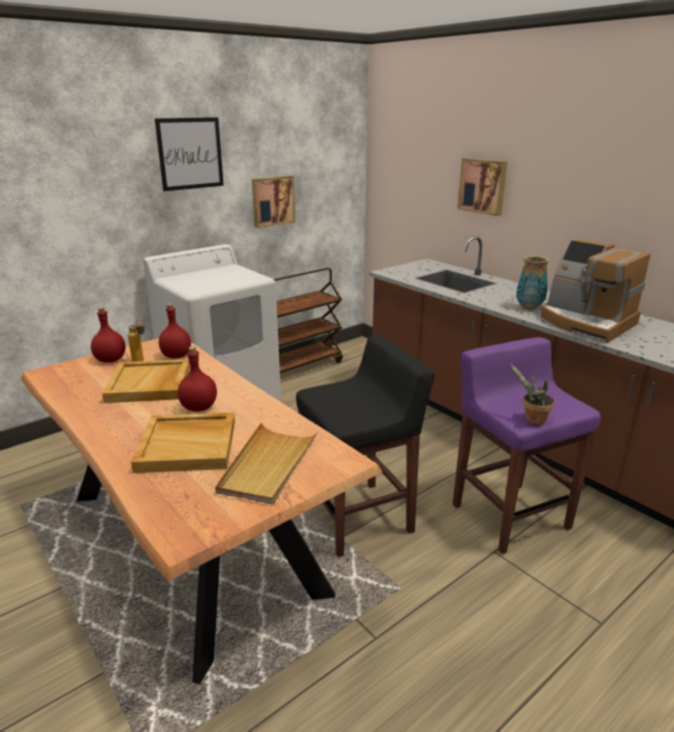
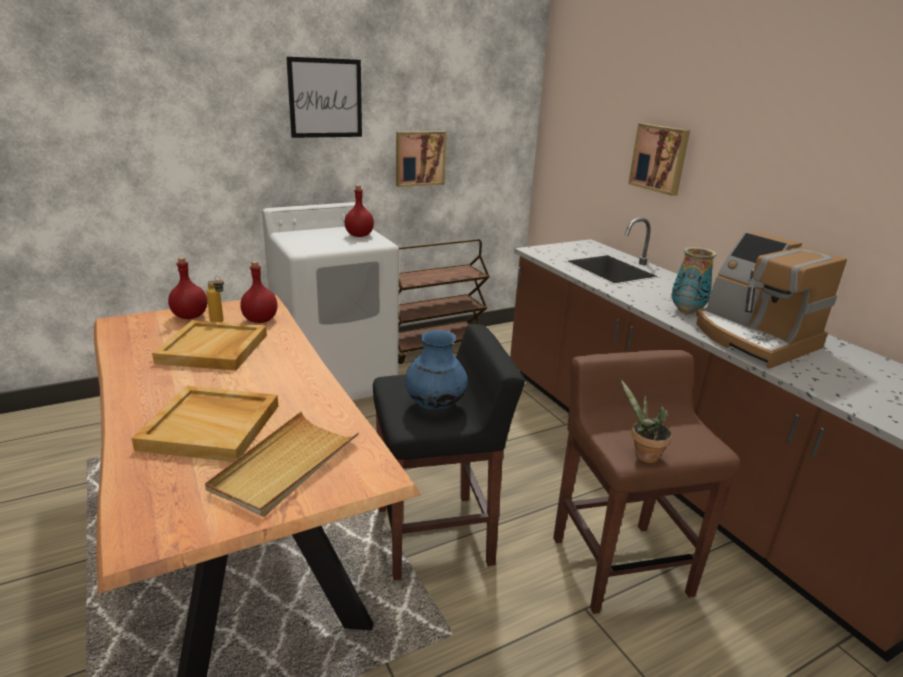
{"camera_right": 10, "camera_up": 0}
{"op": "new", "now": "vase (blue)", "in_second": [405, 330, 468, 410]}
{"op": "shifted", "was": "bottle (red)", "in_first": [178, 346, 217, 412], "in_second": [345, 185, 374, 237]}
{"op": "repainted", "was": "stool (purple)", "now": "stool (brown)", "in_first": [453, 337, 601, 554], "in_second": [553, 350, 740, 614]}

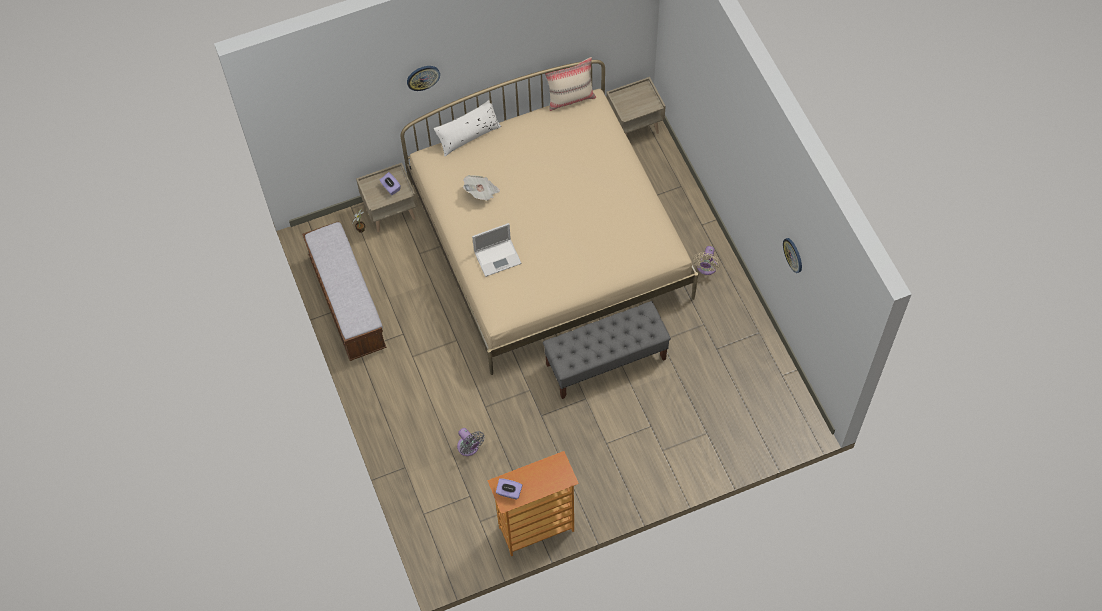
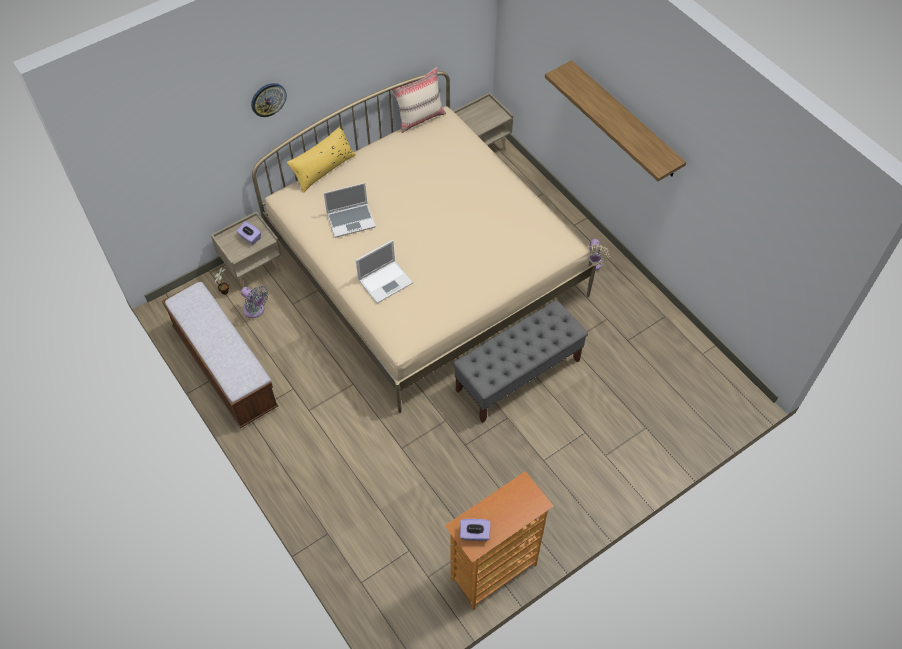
{"camera_right": -15, "camera_up": -5}
{"op": "gone", "was": "wall clock", "in_first": [783, 238, 802, 273]}
{"op": "new", "now": "shelf", "in_second": [545, 60, 686, 181]}
{"op": "shifted", "was": "fan (grey)", "in_first": [457, 428, 485, 456], "in_second": [241, 286, 268, 318]}
{"op": "swapped", "was": "newspaper", "now": "laptop", "in_first": [463, 175, 500, 201], "in_second": [324, 183, 376, 238]}
{"op": "repainted", "was": "pillow (white)", "now": "pillow (yellow)", "in_first": [434, 100, 501, 156], "in_second": [287, 125, 356, 193]}

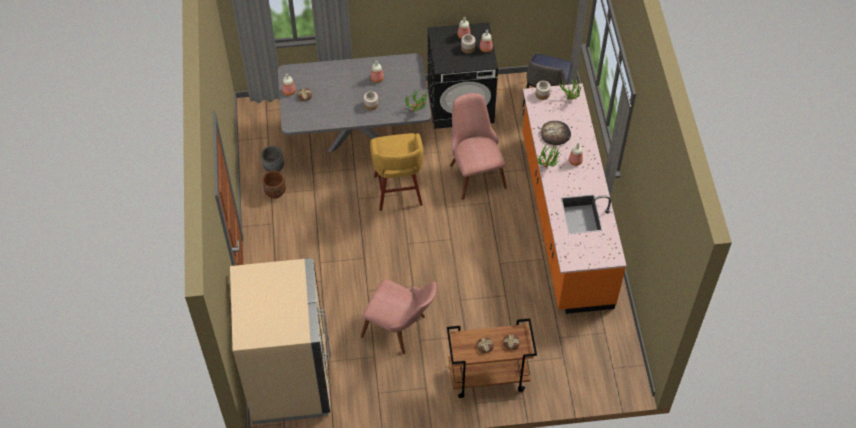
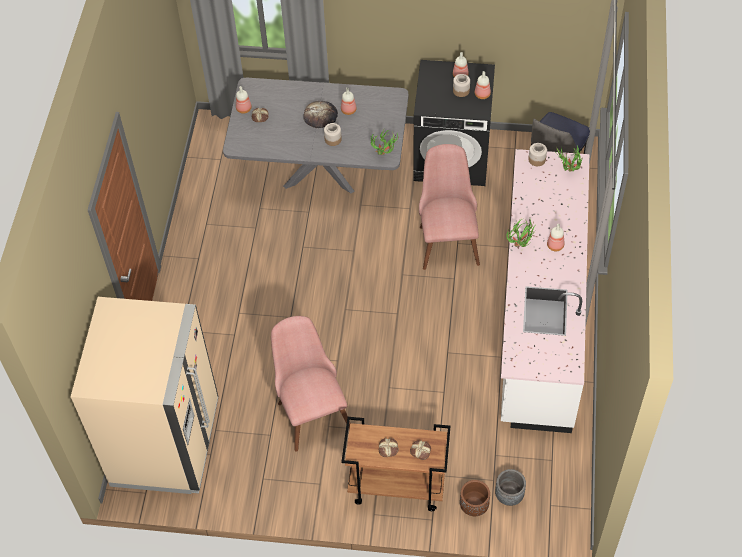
{"camera_right": 15, "camera_up": 0}
{"op": "gone", "was": "stool (yellow)", "in_first": [370, 133, 423, 211]}
{"op": "shifted", "was": "planter (grey)", "in_first": [261, 146, 284, 172], "in_second": [495, 469, 526, 506]}
{"op": "shifted", "was": "planter (brown)", "in_first": [262, 171, 286, 198], "in_second": [460, 480, 490, 516]}
{"op": "shifted", "was": "bread", "in_first": [541, 121, 571, 145], "in_second": [303, 101, 338, 128]}
{"op": "repainted", "was": "counter (orange)", "now": "counter (white)", "in_first": [523, 83, 627, 314], "in_second": [501, 149, 589, 433]}
{"op": "rotated", "was": "chair (pink)", "in_first": [361, 279, 437, 354], "in_second": [271, 316, 350, 451], "clockwise": -150}

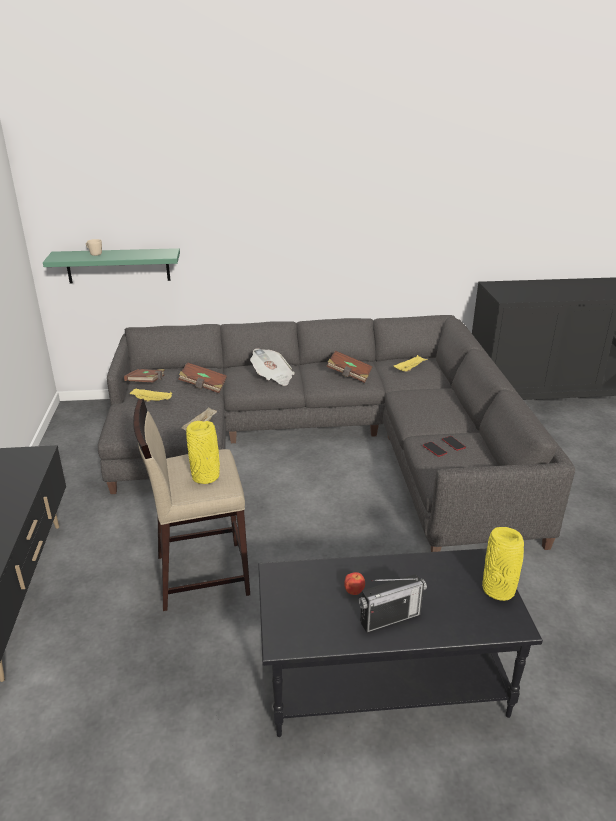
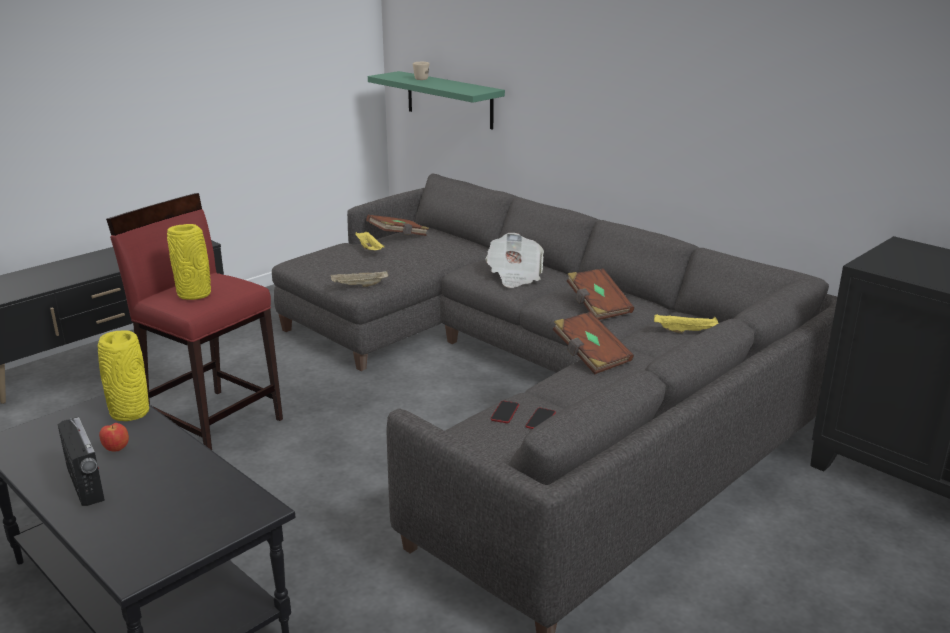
{"camera_right": 50, "camera_up": -5}
{"op": "shifted", "was": "book (brown)", "in_first": [178, 362, 227, 393], "in_second": [553, 312, 634, 374]}
{"op": "shifted", "was": "vase (yellow)", "in_first": [482, 527, 524, 601], "in_second": [97, 331, 149, 421]}
{"op": "repainted", "was": "stool (beige)", "now": "stool (red)", "in_first": [133, 399, 250, 611], "in_second": [106, 193, 283, 450]}
{"op": "rotated", "was": "radio", "in_first": [359, 574, 427, 633], "in_second": [58, 417, 105, 506], "clockwise": -150}

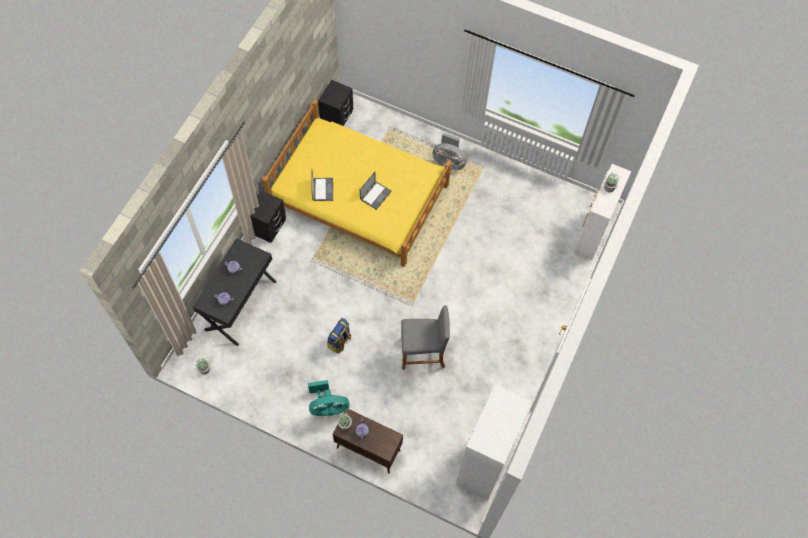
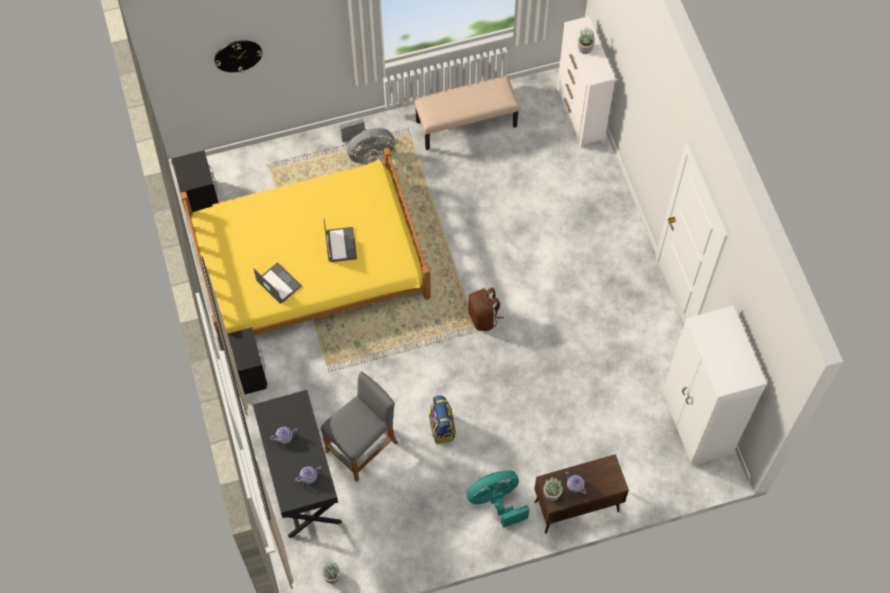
{"camera_right": -40, "camera_up": 0}
{"op": "new", "now": "wall clock", "in_second": [214, 40, 262, 73]}
{"op": "new", "now": "bench (beige)", "in_second": [414, 76, 520, 150]}
{"op": "new", "now": "backpack (brown)", "in_second": [468, 288, 504, 331]}
{"op": "shifted", "was": "stool (grey)", "in_first": [401, 305, 450, 370], "in_second": [321, 371, 398, 482]}
{"op": "rotated", "was": "fan (turquoise)", "in_first": [308, 380, 350, 416], "in_second": [466, 470, 530, 528], "clockwise": -150}

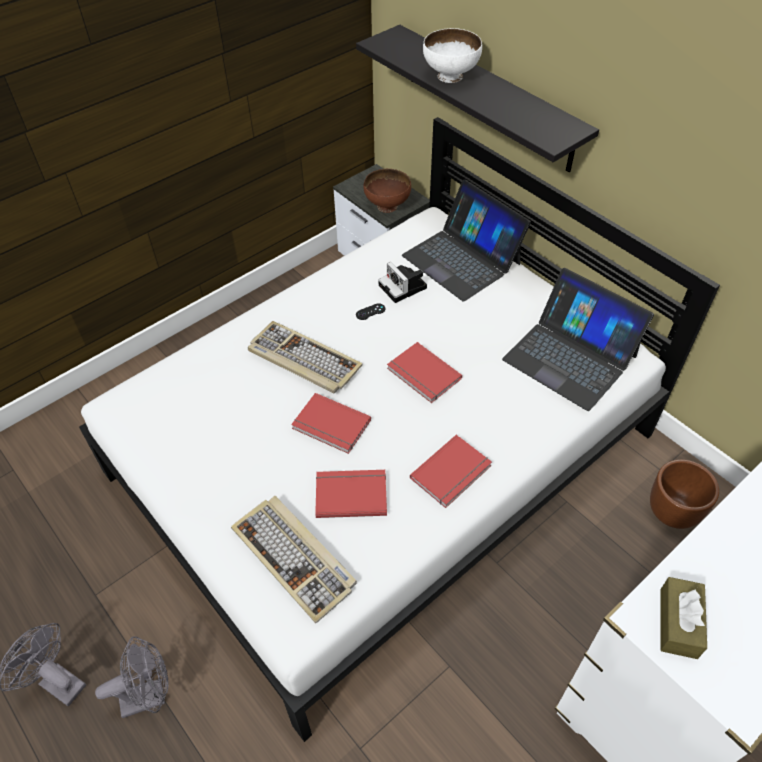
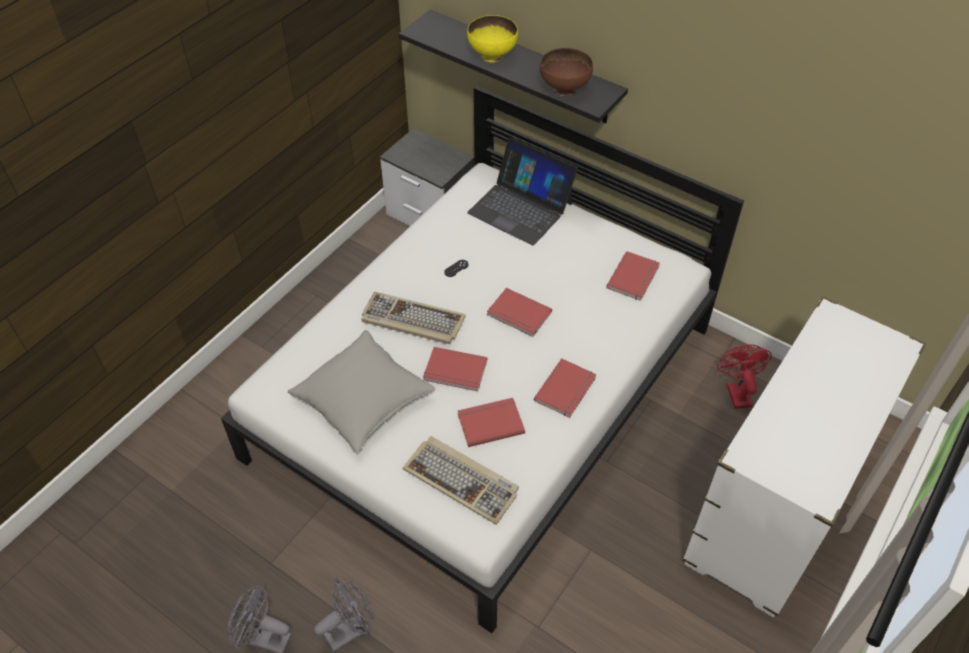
{"camera_right": -15, "camera_up": 0}
{"op": "gone", "was": "photo camera", "in_first": [378, 262, 427, 303]}
{"op": "gone", "was": "tissue box (brown)", "in_first": [660, 577, 707, 659]}
{"op": "new", "now": "pillow (grey)", "in_second": [288, 330, 435, 453]}
{"op": "shifted", "was": "bowl (brown)", "in_first": [363, 169, 411, 213], "in_second": [540, 48, 593, 97]}
{"op": "swapped", "was": "laptop", "now": "book (red)", "in_first": [502, 268, 654, 411], "in_second": [606, 251, 660, 301]}
{"op": "swapped", "was": "planter (brown)", "now": "fan (red)", "in_first": [650, 459, 719, 529], "in_second": [717, 344, 772, 409]}
{"op": "repainted", "was": "bowl (white)", "now": "bowl (yellow)", "in_first": [423, 28, 482, 83], "in_second": [467, 15, 518, 63]}

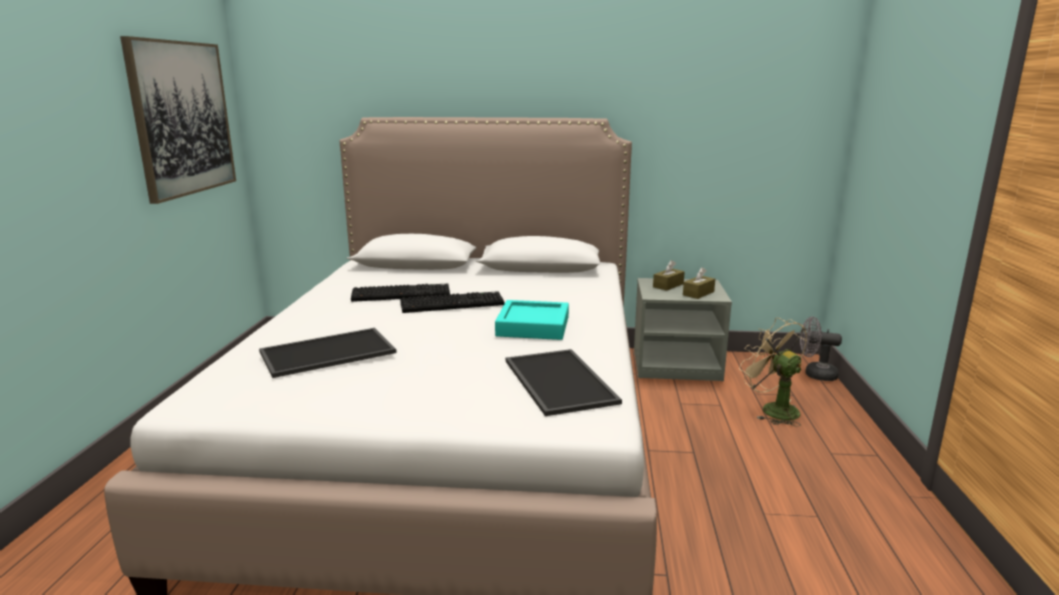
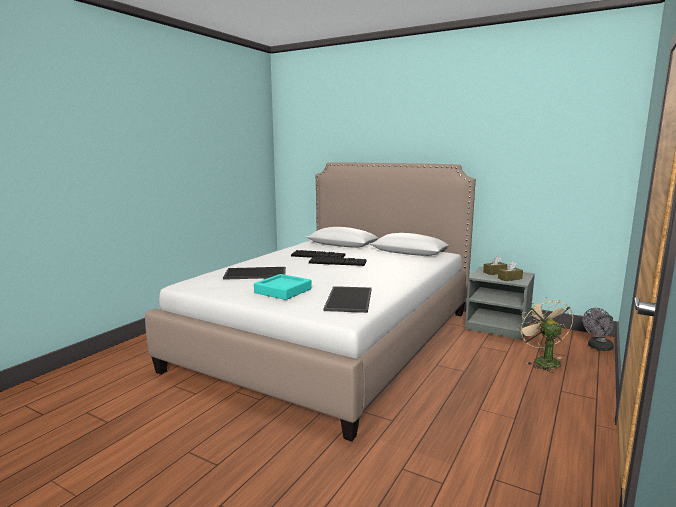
{"camera_right": 25, "camera_up": -5}
{"op": "gone", "was": "picture", "in_first": [120, 36, 236, 204]}
{"op": "shifted", "was": "tray (turquoise)", "in_first": [495, 300, 569, 340], "in_second": [254, 274, 312, 300]}
{"op": "rotated", "was": "fan (grey)", "in_first": [800, 317, 842, 381], "in_second": [583, 308, 614, 351], "clockwise": -75}

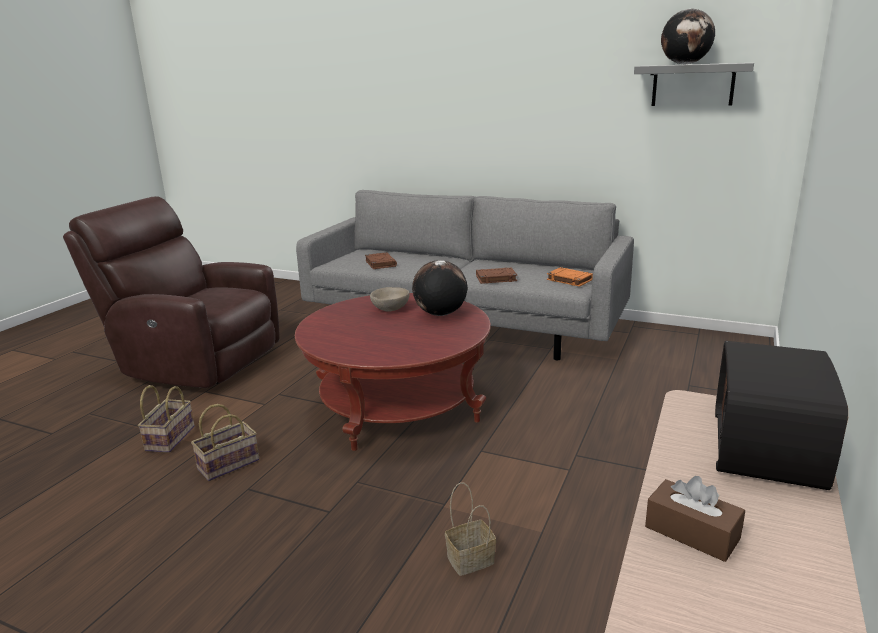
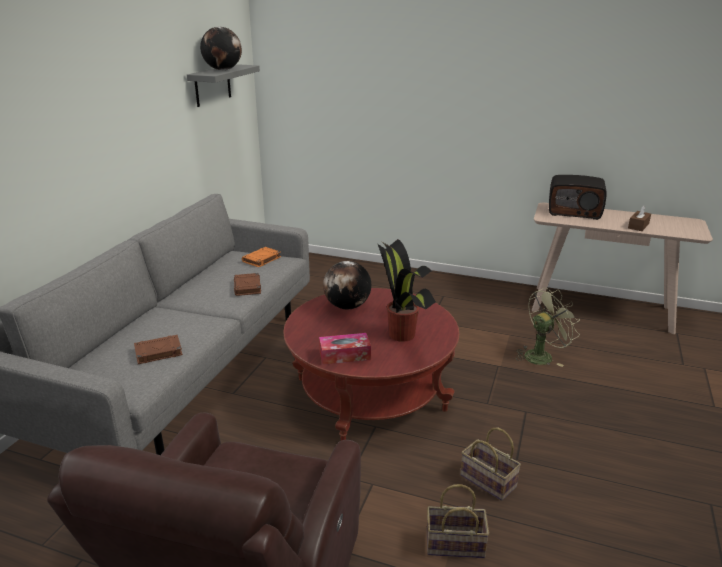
{"camera_right": -95, "camera_up": 5}
{"op": "gone", "was": "bowl (beige)", "in_first": [370, 287, 410, 312]}
{"op": "new", "now": "tissue box", "in_second": [319, 333, 371, 365]}
{"op": "new", "now": "potted plant", "in_second": [378, 239, 436, 342]}
{"op": "swapped", "was": "basket", "now": "fan (green)", "in_first": [445, 482, 496, 576], "in_second": [516, 288, 580, 367]}

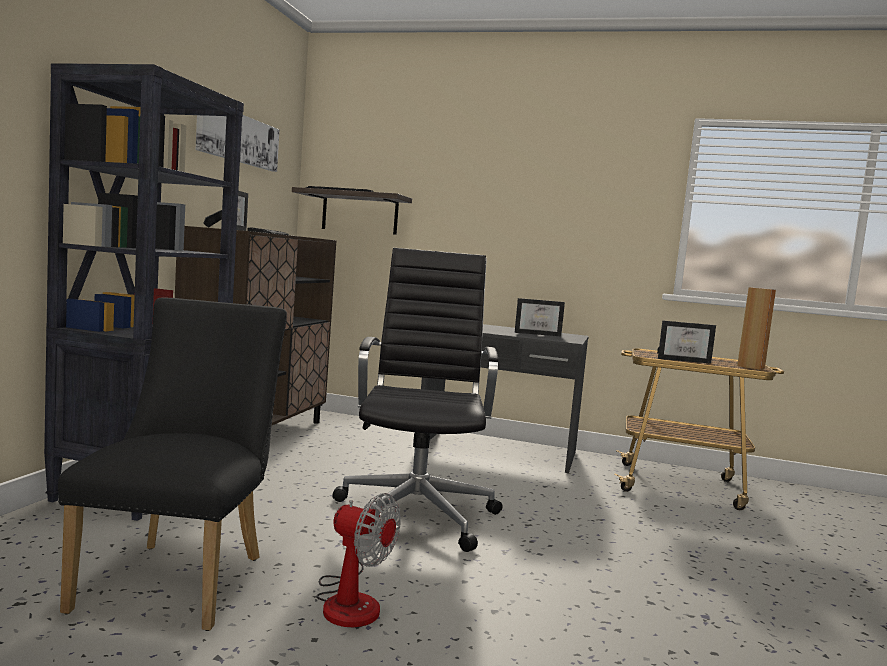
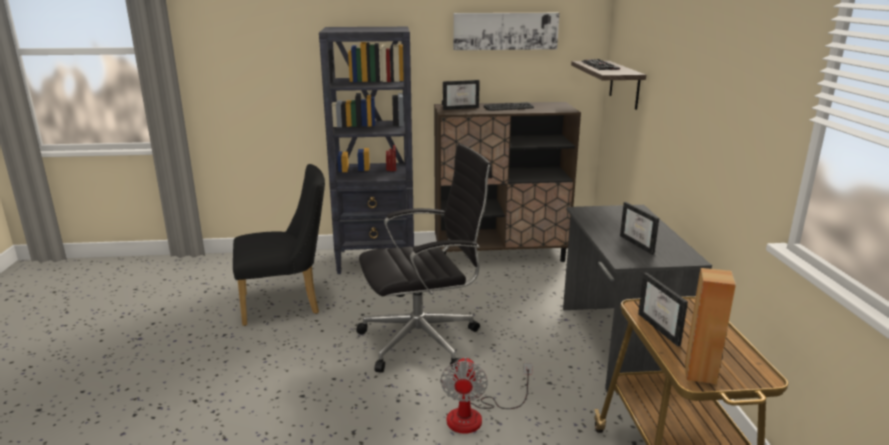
{"camera_right": 70, "camera_up": 15}
{"op": "shifted", "was": "fan", "in_first": [316, 493, 401, 627], "in_second": [440, 357, 533, 434]}

